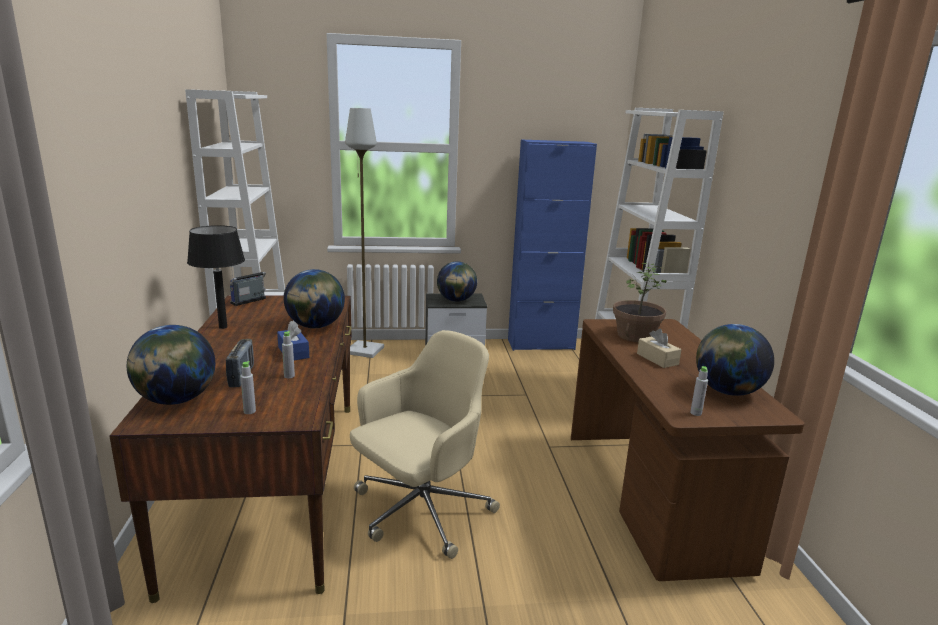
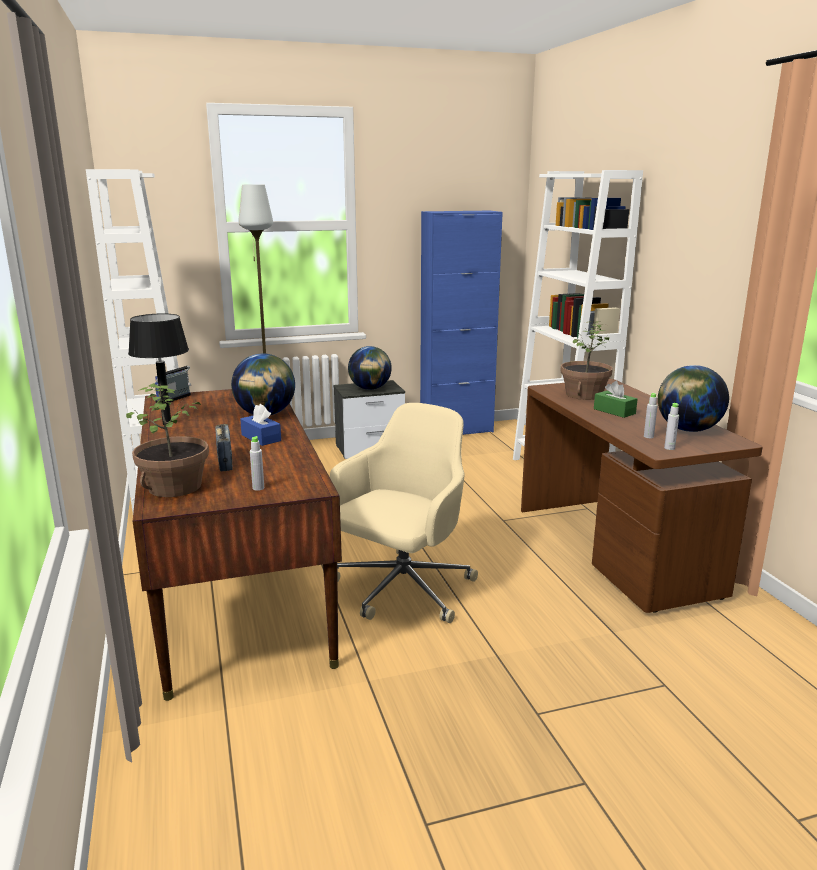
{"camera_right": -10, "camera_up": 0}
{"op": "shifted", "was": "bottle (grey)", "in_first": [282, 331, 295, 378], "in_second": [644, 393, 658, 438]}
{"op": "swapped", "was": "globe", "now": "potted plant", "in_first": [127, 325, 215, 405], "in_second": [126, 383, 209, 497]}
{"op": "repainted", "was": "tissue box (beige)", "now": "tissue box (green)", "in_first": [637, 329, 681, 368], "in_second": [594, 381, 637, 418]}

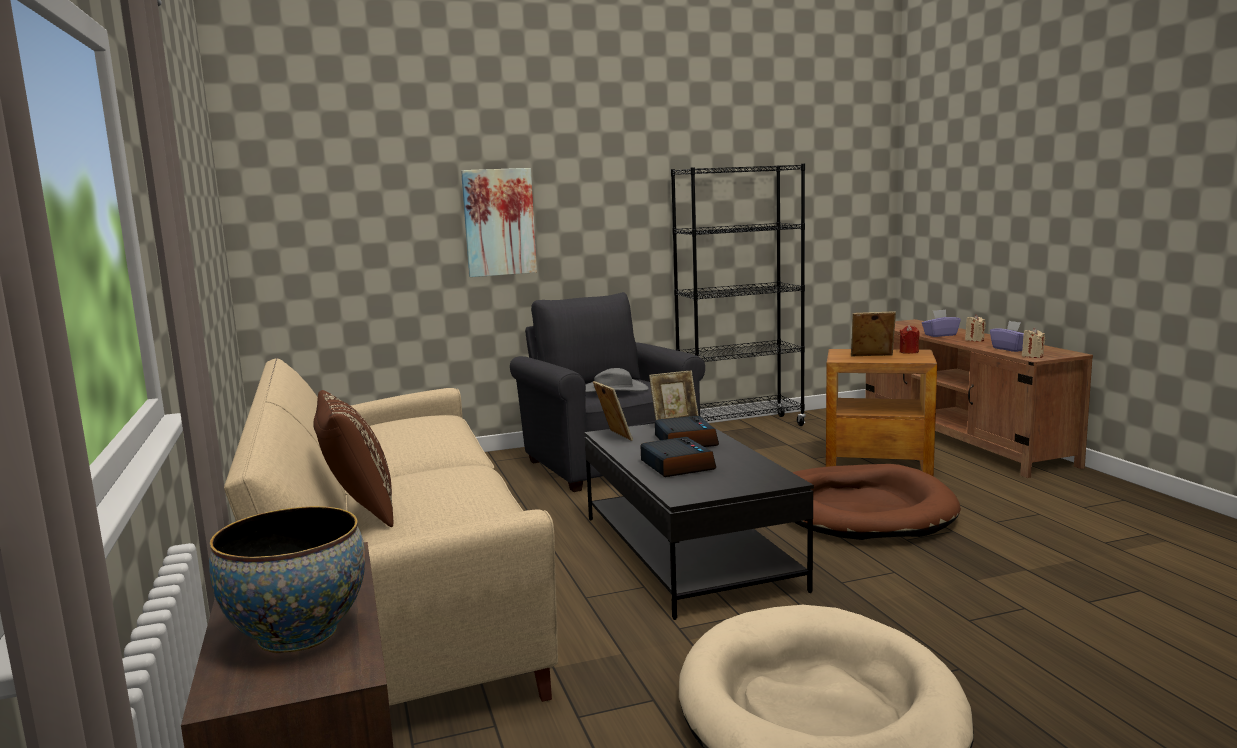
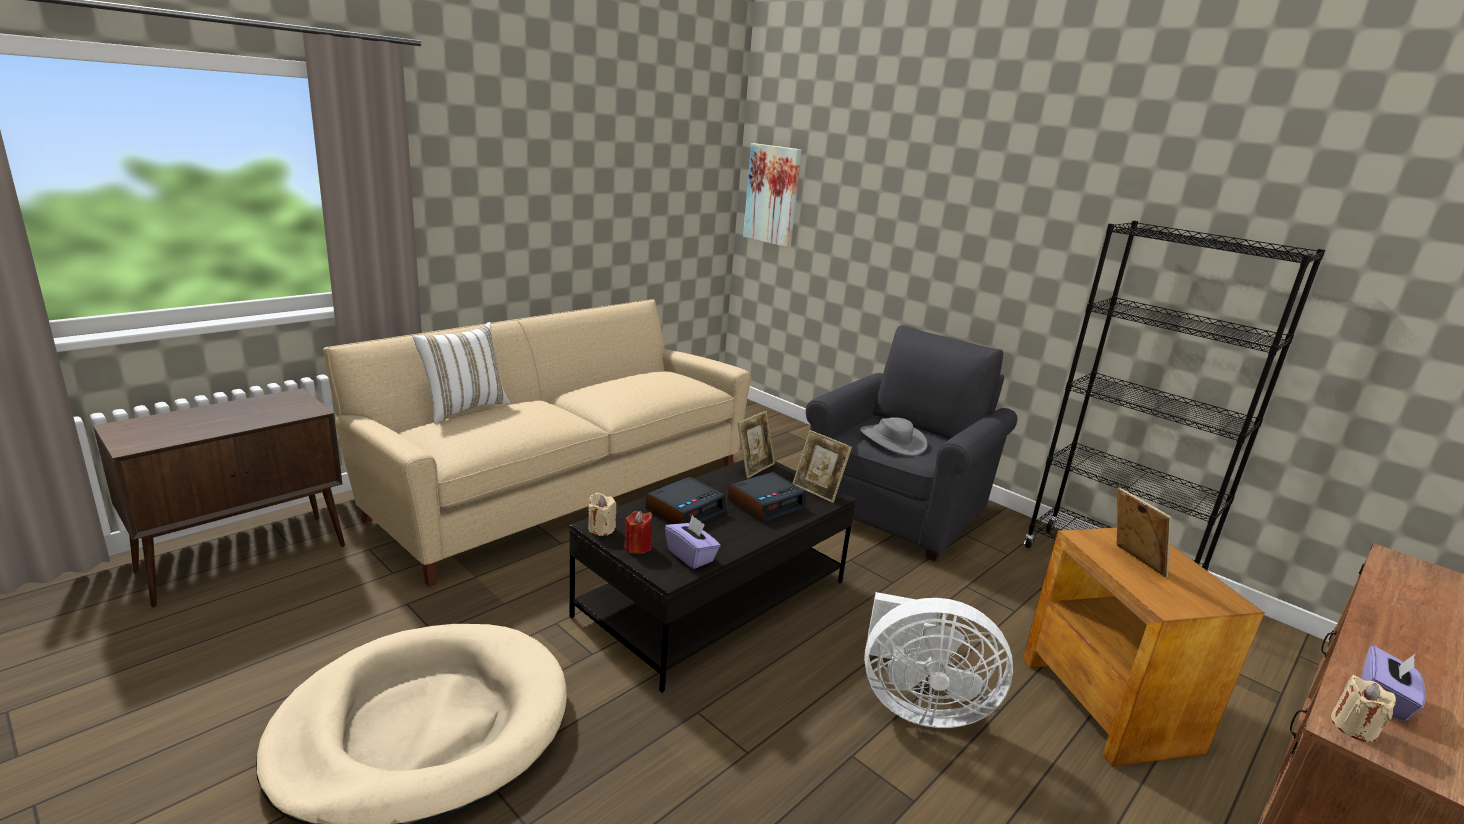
{"camera_right": 60, "camera_up": 10}
{"op": "gone", "was": "bowl", "in_first": [209, 506, 365, 653]}
{"op": "shifted", "was": "picture", "in_first": [461, 168, 537, 277], "in_second": [743, 143, 801, 247]}
{"op": "shifted", "was": "candle (red)", "in_first": [900, 325, 920, 354], "in_second": [625, 511, 653, 554]}
{"op": "shifted", "was": "tissue box (purple)", "in_first": [922, 309, 961, 337], "in_second": [665, 515, 720, 569]}
{"op": "shifted", "was": "candle (beige)", "in_first": [965, 314, 986, 342], "in_second": [588, 493, 616, 536]}
{"op": "swapped", "was": "dog bed (brown)", "now": "fan (white)", "in_first": [792, 464, 961, 540], "in_second": [864, 592, 1013, 728]}
{"op": "repainted", "was": "pillow (brown)", "now": "pillow (white)", "in_first": [313, 390, 393, 527], "in_second": [413, 322, 510, 424]}

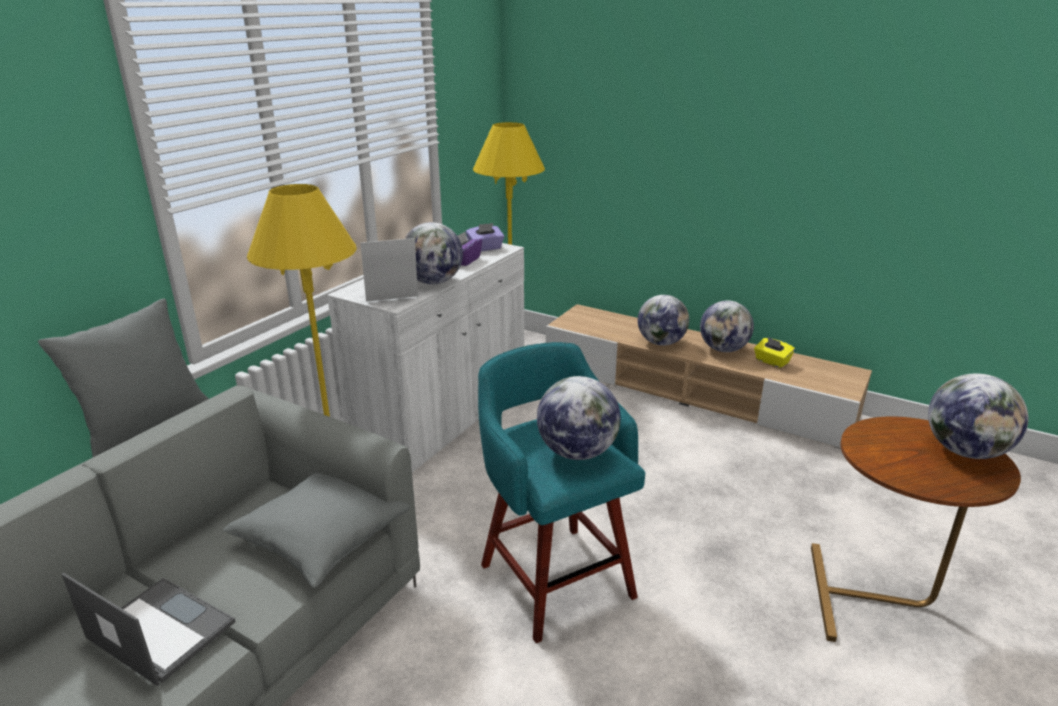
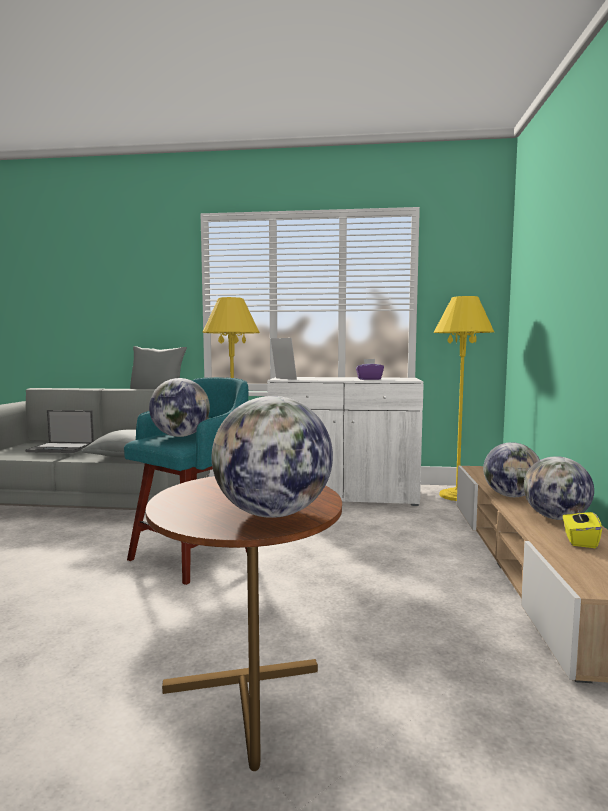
{"camera_right": 65, "camera_up": -20}
{"op": "gone", "was": "globe", "in_first": [404, 222, 463, 284]}
{"op": "gone", "was": "tissue box (purple)", "in_first": [466, 223, 504, 251]}
{"op": "rotated", "was": "laptop", "in_first": [62, 573, 235, 686], "in_second": [25, 410, 94, 453], "clockwise": 90}

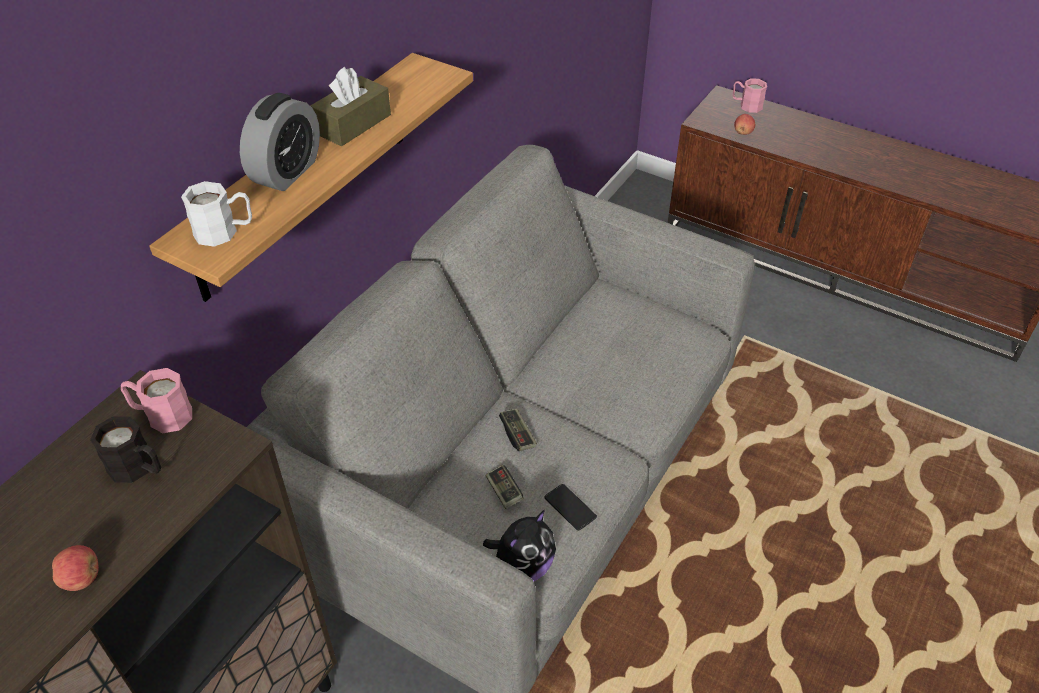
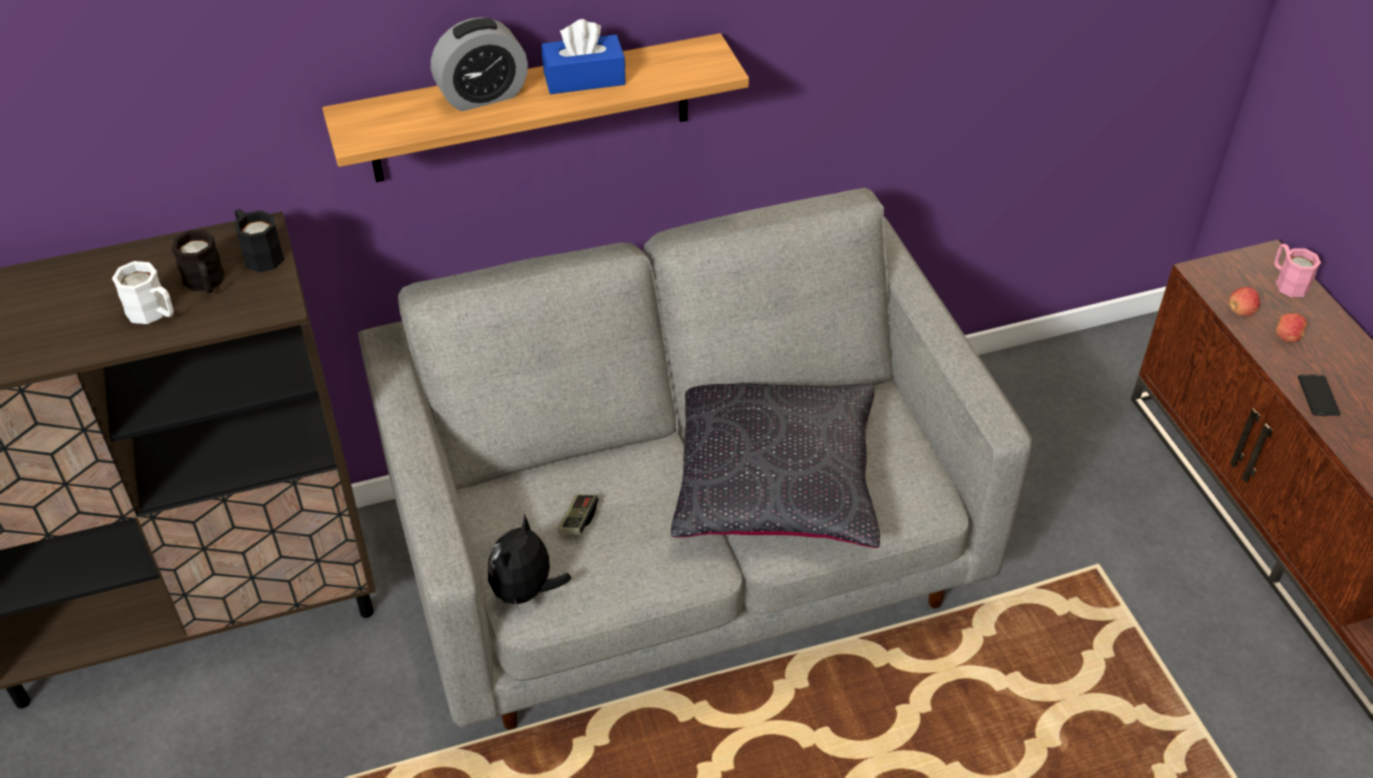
{"camera_right": 40, "camera_up": 0}
{"op": "gone", "was": "game controller", "in_first": [499, 408, 537, 451]}
{"op": "new", "now": "pillow (black)", "in_second": [671, 383, 880, 548]}
{"op": "shifted", "was": "apple", "in_first": [52, 545, 99, 591], "in_second": [1276, 313, 1307, 343]}
{"op": "shifted", "was": "mug (white)", "in_first": [181, 181, 252, 247], "in_second": [112, 261, 174, 324]}
{"op": "shifted", "was": "phone", "in_first": [544, 484, 597, 530], "in_second": [1298, 375, 1340, 416]}
{"op": "repainted", "was": "mug (pink)", "now": "mug (black)", "in_first": [121, 368, 192, 433], "in_second": [234, 209, 284, 272]}
{"op": "repainted", "was": "tissue box (brown)", "now": "tissue box (blue)", "in_first": [311, 67, 391, 147], "in_second": [541, 19, 626, 94]}
{"op": "rotated", "was": "plush toy", "in_first": [483, 510, 556, 582], "in_second": [488, 514, 572, 613], "clockwise": 120}

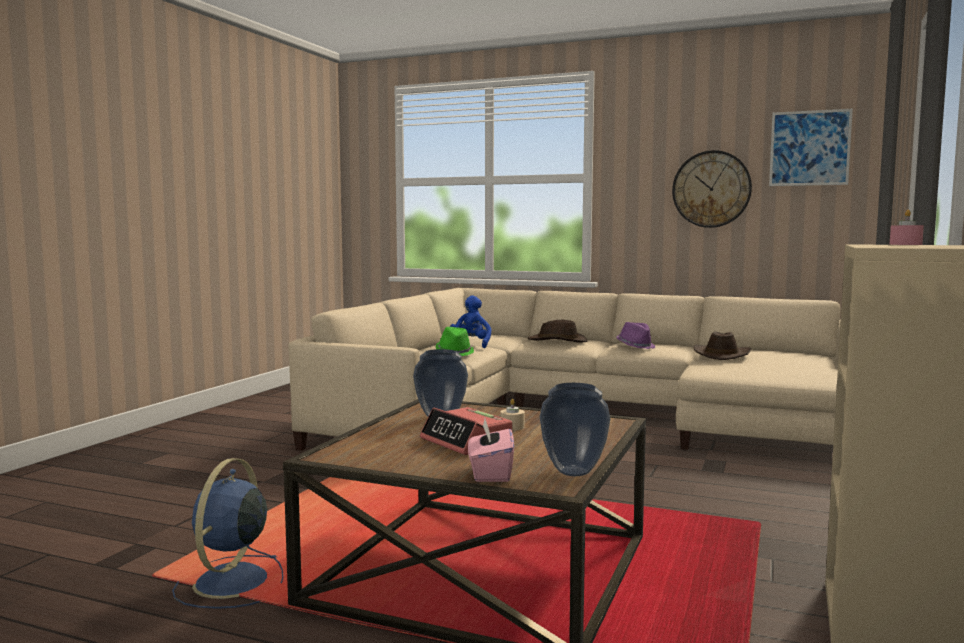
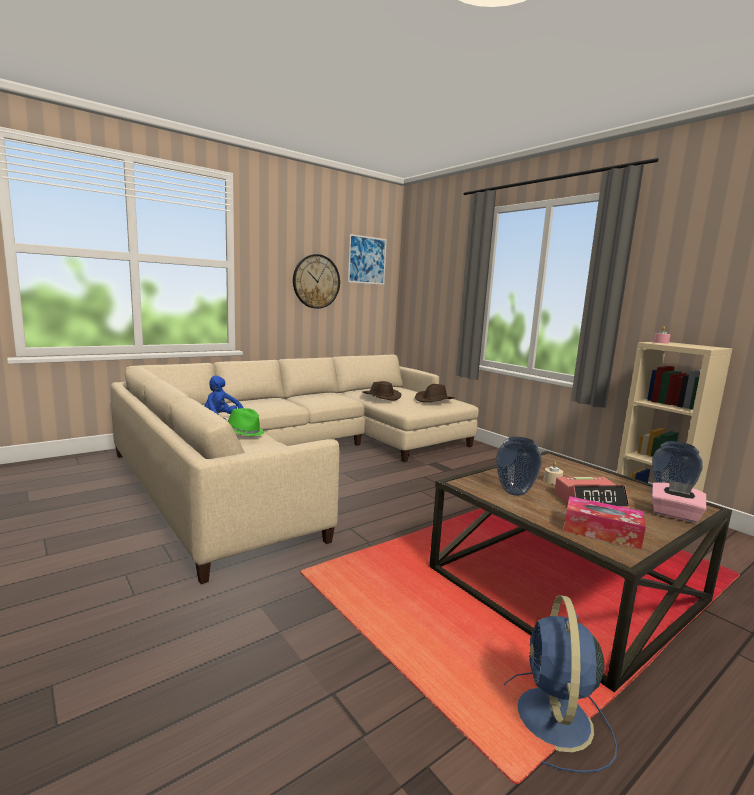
{"camera_right": -60, "camera_up": 5}
{"op": "gone", "was": "hat (purple)", "in_first": [616, 322, 655, 349]}
{"op": "new", "now": "tissue box", "in_second": [564, 496, 646, 550]}
{"op": "shifted", "was": "hat (brown)", "in_first": [528, 320, 587, 342], "in_second": [415, 384, 455, 402]}
{"op": "rotated", "was": "fan (blue)", "in_first": [172, 458, 283, 609], "in_second": [504, 595, 617, 773], "clockwise": 60}

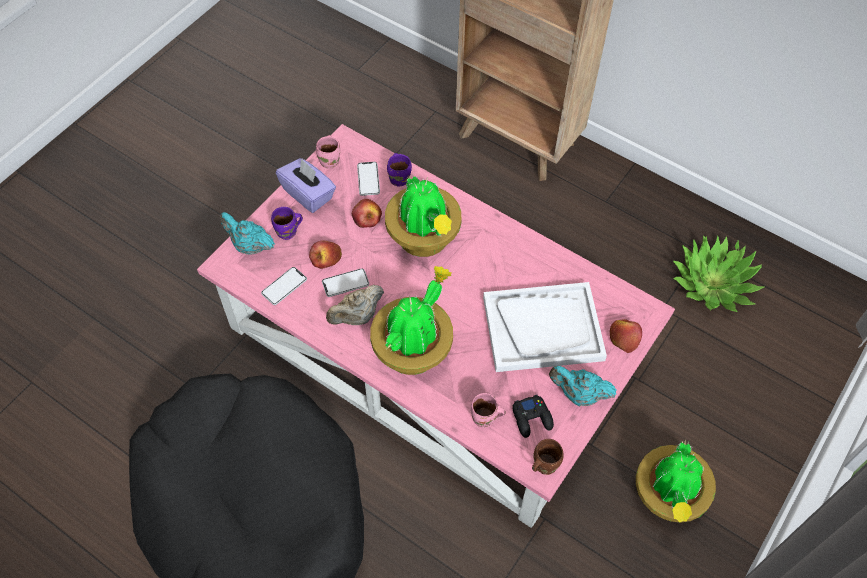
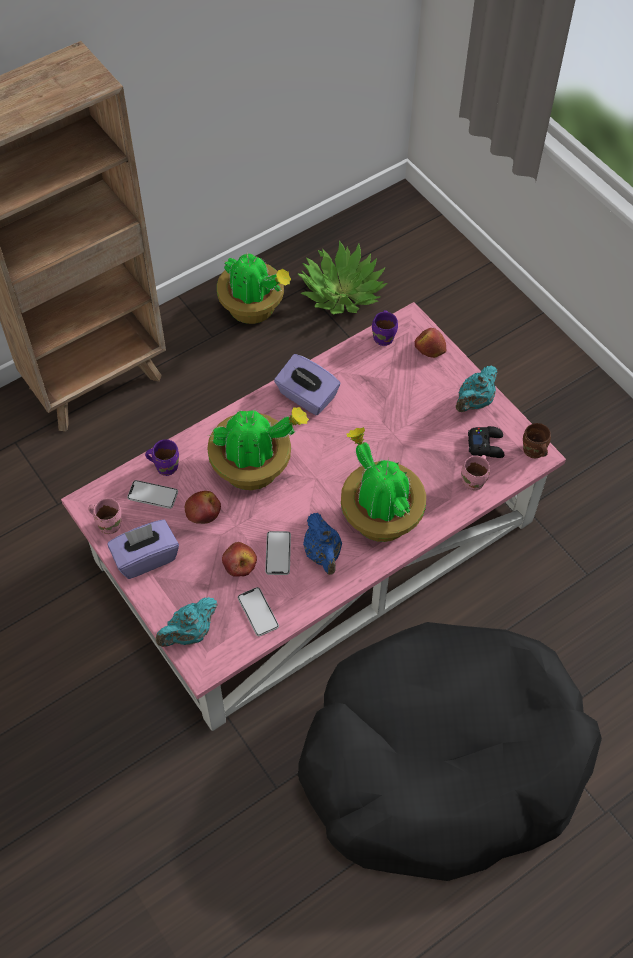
{"camera_right": -70, "camera_up": 0}
{"op": "gone", "was": "tray (white)", "in_first": [483, 282, 607, 372]}
{"op": "new", "now": "tissue box (purple)", "in_second": [274, 354, 340, 415]}
{"op": "shifted", "was": "mug (purple)", "in_first": [271, 207, 303, 240], "in_second": [372, 310, 398, 346]}
{"op": "shifted", "was": "potted plant", "in_first": [636, 442, 716, 523], "in_second": [217, 252, 291, 324]}
{"op": "repainted", "was": "teapot (beige)", "now": "teapot (blue)", "in_first": [326, 285, 384, 325], "in_second": [303, 513, 342, 575]}

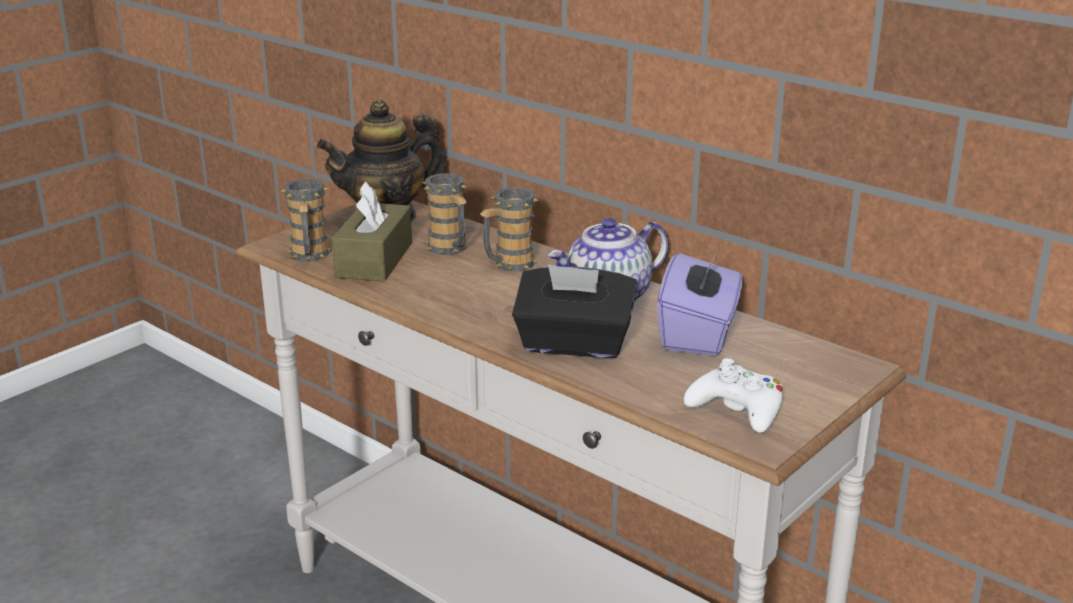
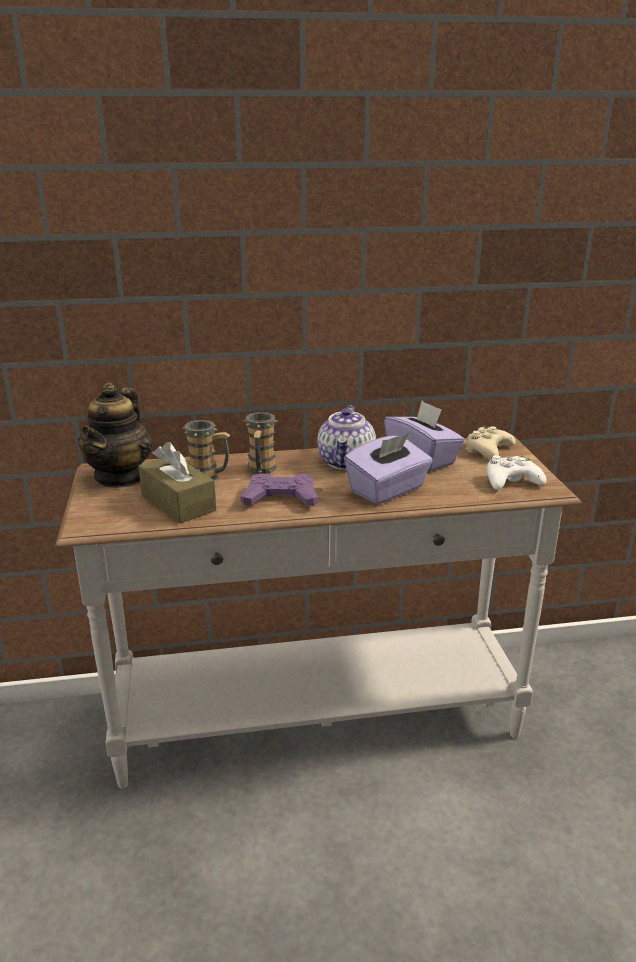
{"camera_right": -50, "camera_up": 0}
{"op": "gone", "was": "mug", "in_first": [281, 179, 332, 262]}
{"op": "new", "now": "game controller (purple)", "in_second": [240, 473, 318, 506]}
{"op": "new", "now": "game controller (beige)", "in_second": [465, 426, 516, 460]}
{"op": "repainted", "was": "tissue box (black)", "now": "tissue box (purple)", "in_first": [512, 264, 637, 358], "in_second": [344, 433, 433, 505]}

